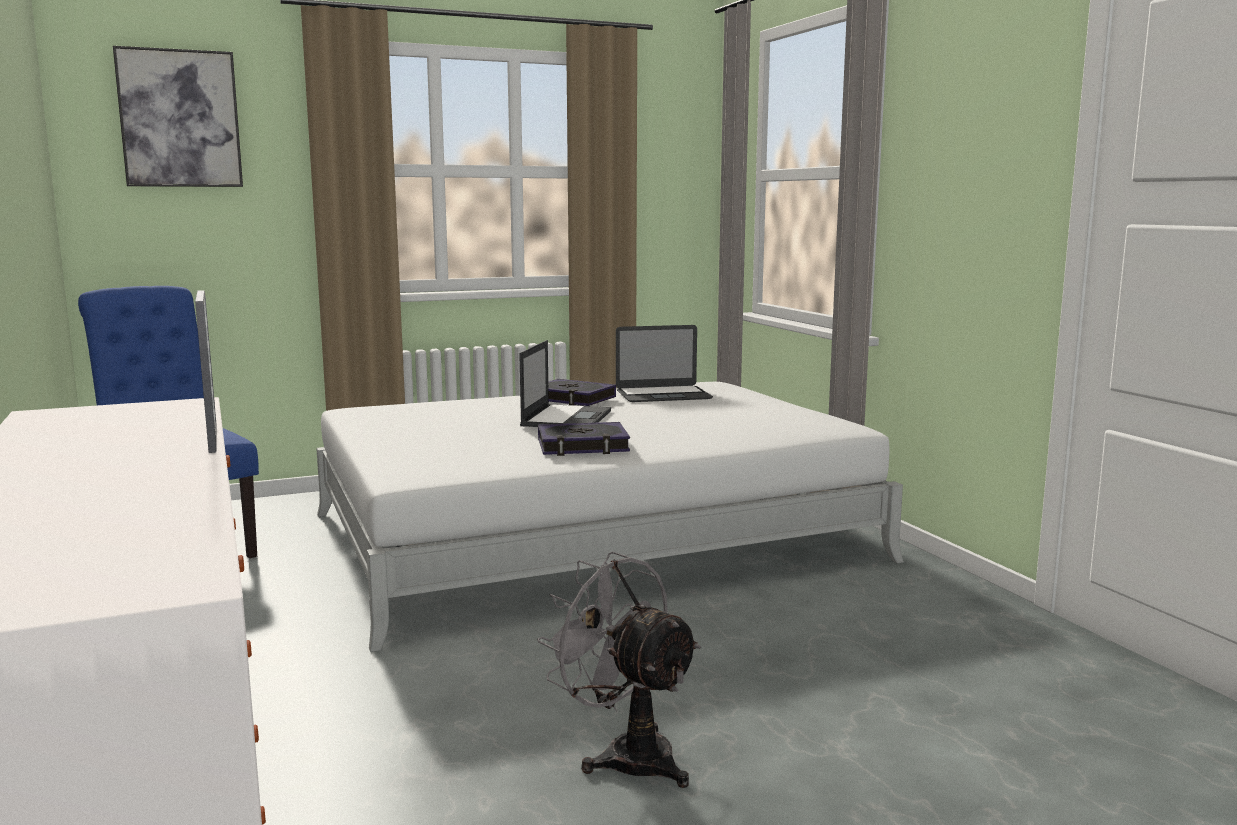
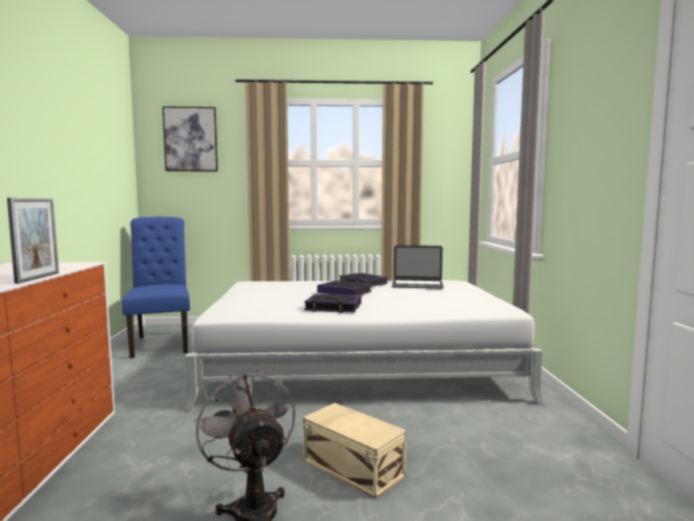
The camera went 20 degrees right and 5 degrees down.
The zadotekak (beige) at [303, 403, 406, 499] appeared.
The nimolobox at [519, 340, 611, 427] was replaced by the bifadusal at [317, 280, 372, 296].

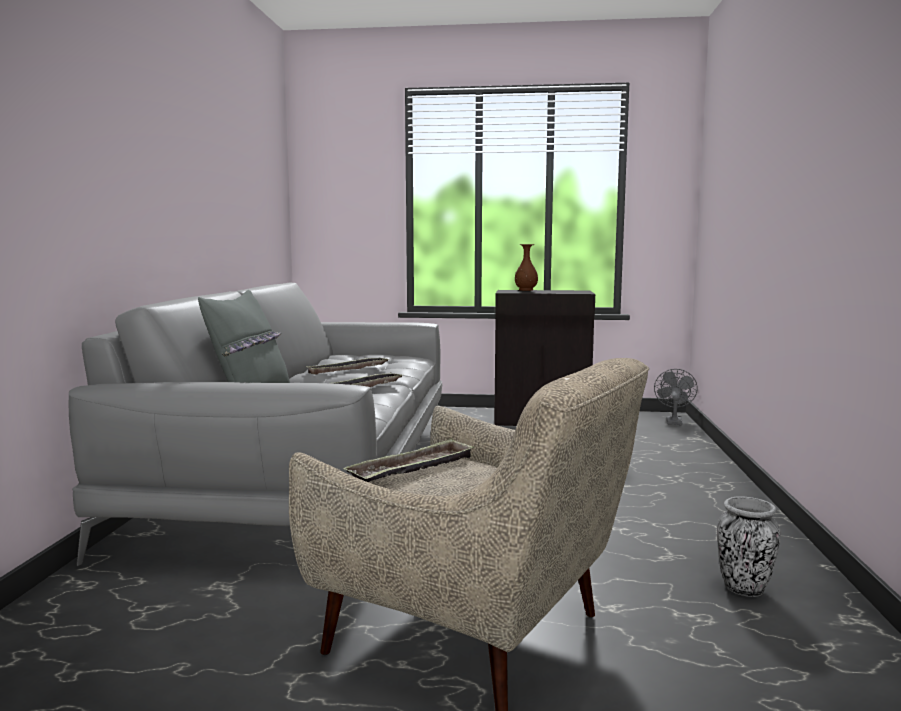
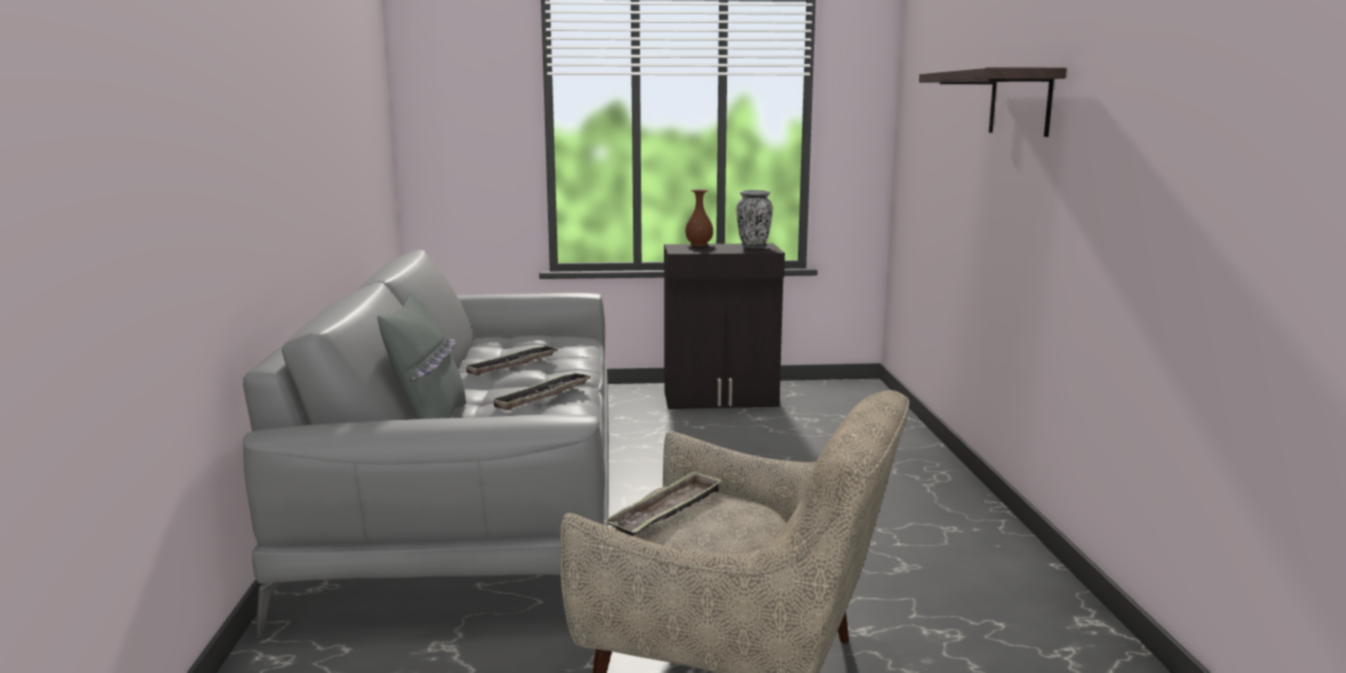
The camera went 10 degrees left and 5 degrees up.
The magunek moved from [717, 496, 780, 597] to [736, 190, 773, 248].
The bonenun at [919, 67, 1067, 137] appeared.
The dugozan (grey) at [654, 369, 698, 425] disappeared.

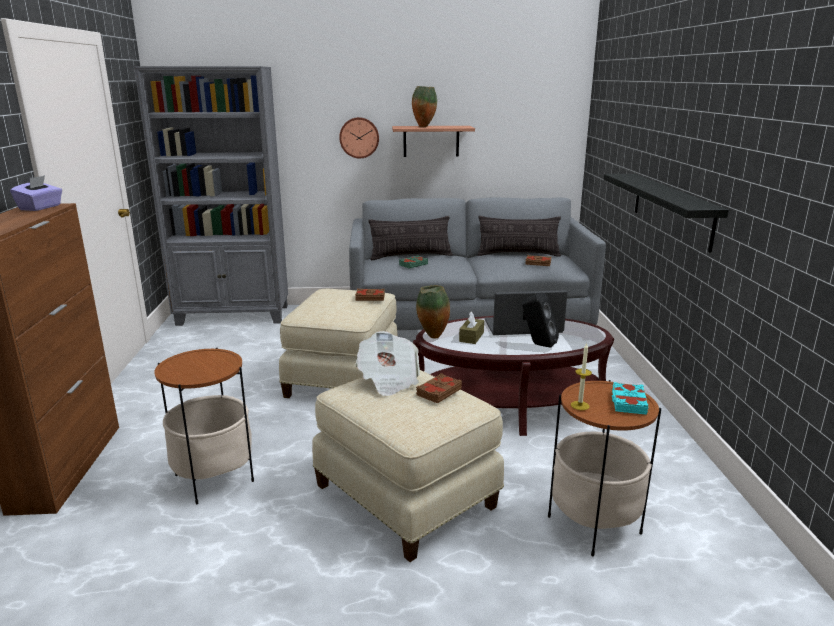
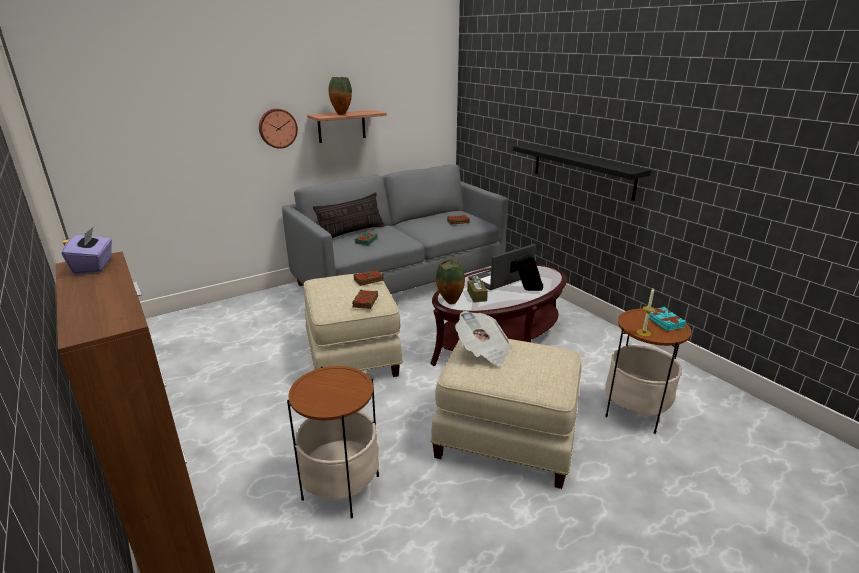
The camera went 30 degrees left and 5 degrees up.
The bifadusal (brown) moved from [416, 373, 462, 404] to [352, 290, 378, 309].
The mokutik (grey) at [134, 66, 288, 326] disappeared.
The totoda at [477, 216, 561, 256] disappeared.

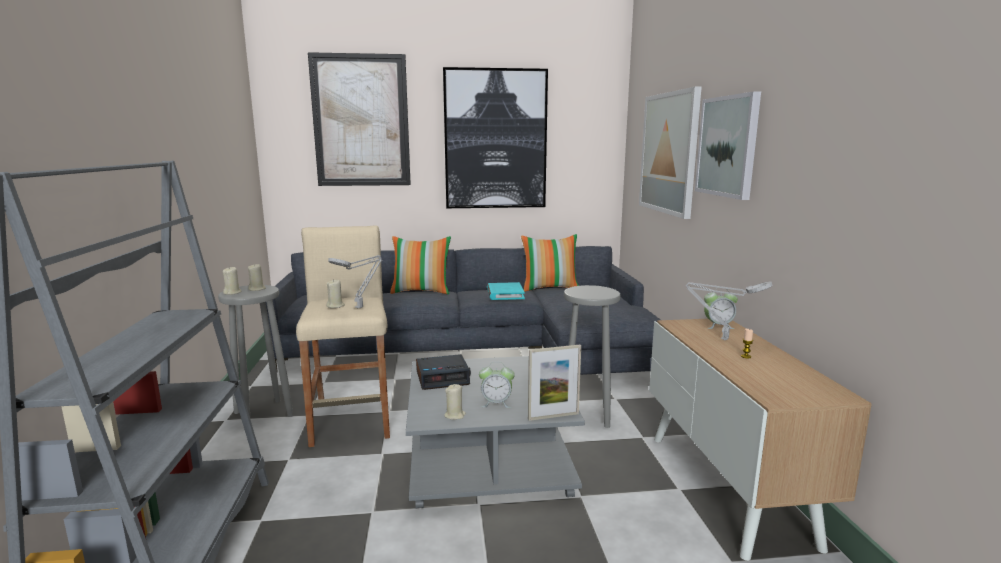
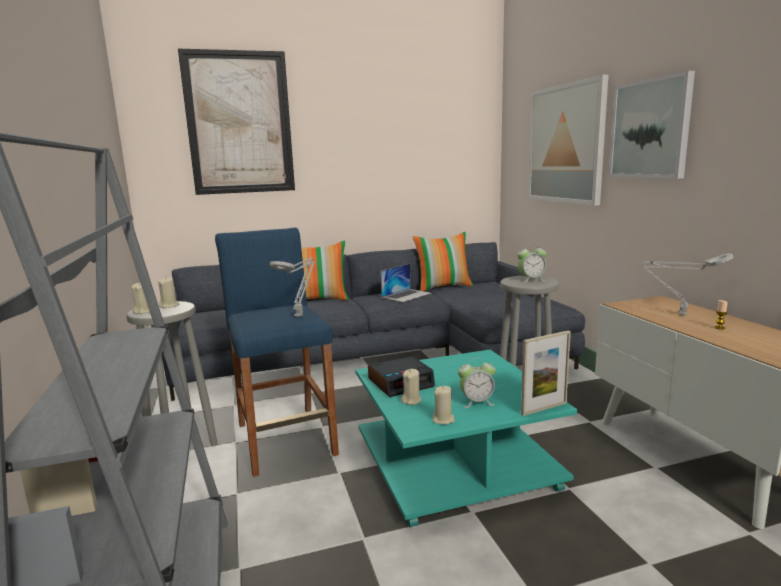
The camera went 10 degrees left and 0 degrees up.
The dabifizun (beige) at [296, 225, 390, 447] became the dabifizun (blue) at [215, 227, 339, 477].
The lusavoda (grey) at [406, 356, 585, 509] became the lusavoda (turquoise) at [355, 350, 578, 527].
The bifadusal (turquoise) at [487, 282, 525, 300] was replaced by the nimolobox at [380, 264, 431, 302].
The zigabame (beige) moved from [327, 279, 345, 308] to [401, 369, 421, 405].
The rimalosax moved from [704, 288, 738, 329] to [517, 244, 547, 283].
The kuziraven at [443, 67, 548, 208] disappeared.

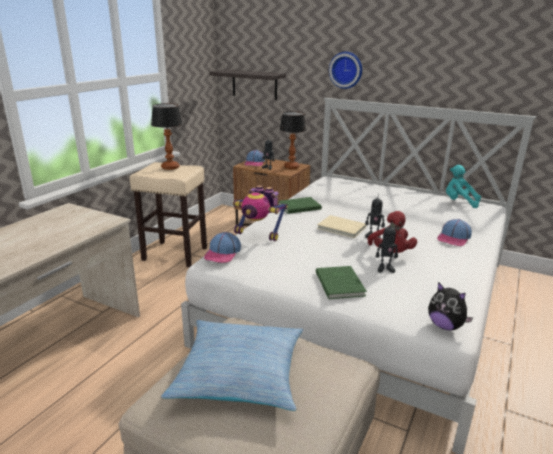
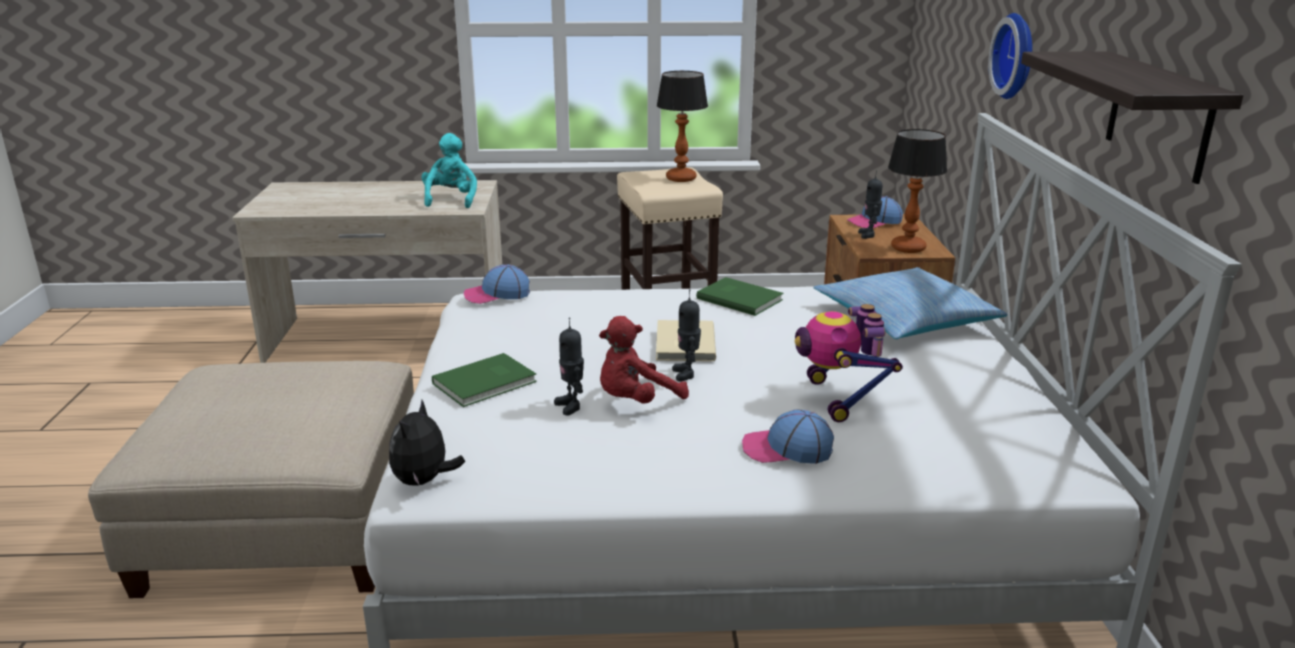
The camera went 60 degrees right and 0 degrees up.
The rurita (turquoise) moved from [446, 165, 481, 208] to [421, 133, 477, 208].
The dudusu moved from [233, 185, 288, 241] to [795, 304, 903, 422].
The totoda moved from [161, 320, 303, 411] to [813, 267, 1007, 339].
The bonenun moved from [210, 70, 286, 100] to [1021, 51, 1243, 184].

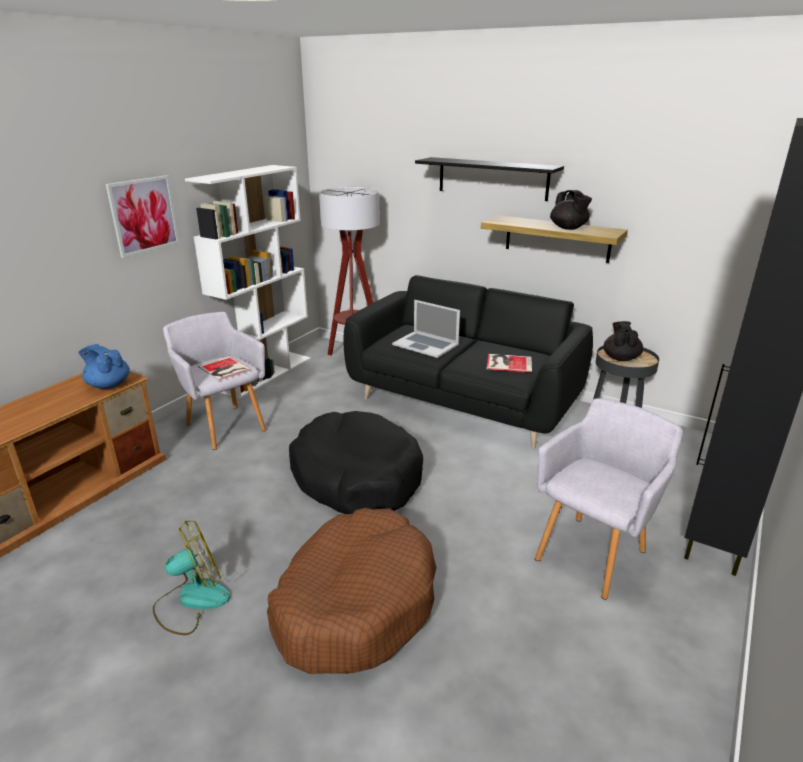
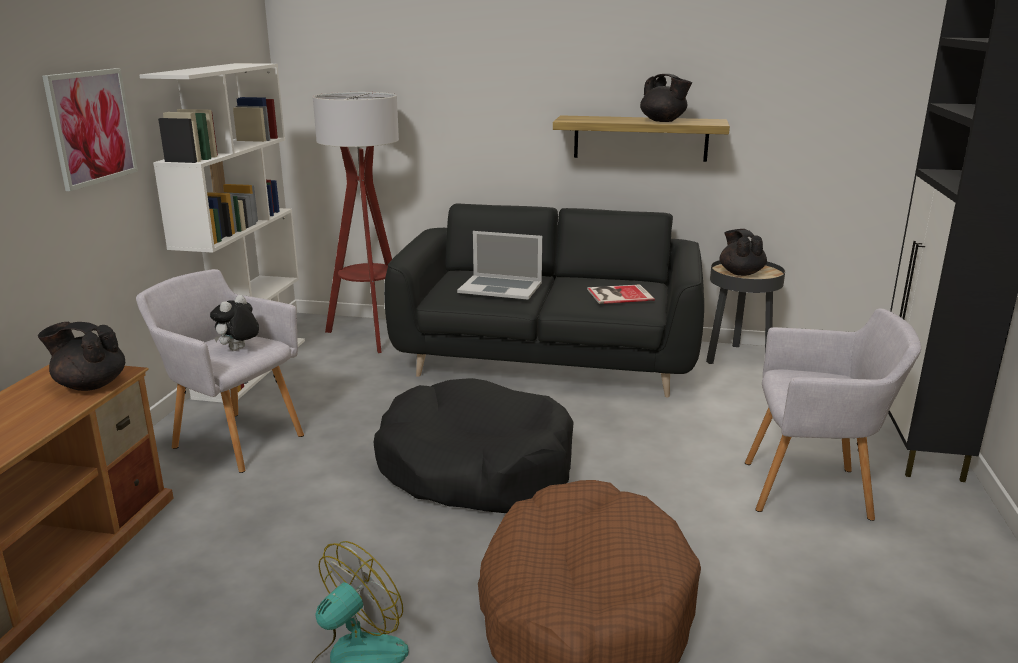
The camera went 20 degrees left and 5 degrees down.
The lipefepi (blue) at [78, 344, 130, 389] became the lipefepi (black) at [38, 322, 125, 391].
The bifadusal at [198, 356, 251, 381] was replaced by the rurita at [210, 295, 259, 351].
The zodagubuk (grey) at [535, 398, 683, 599] turned 75 degrees clockwise.
The bonenun (black) at [415, 157, 564, 201] disappeared.

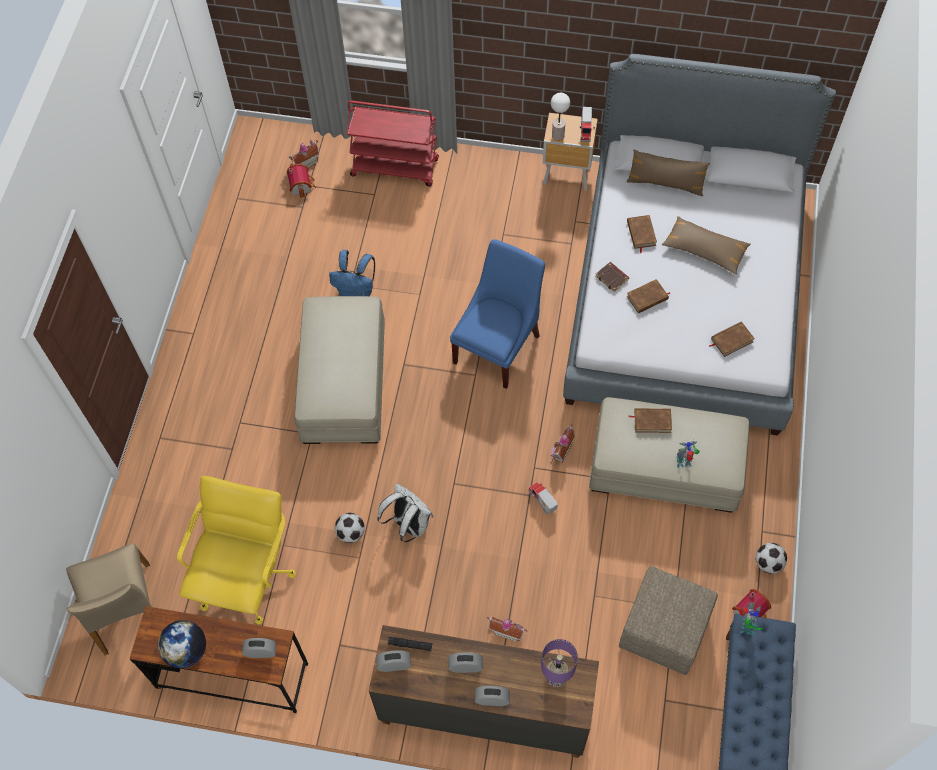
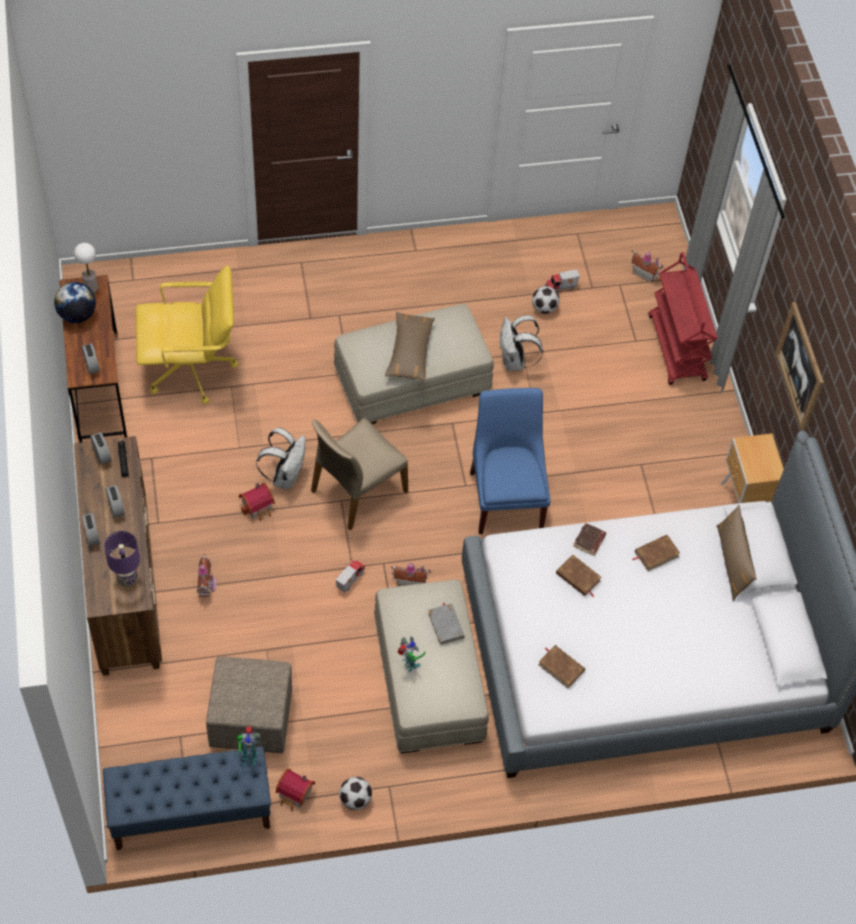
The camera went 65 degrees right and 5 degrees down.
The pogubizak moved from [551, 93, 570, 141] to [74, 243, 98, 293].
The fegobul moved from [287, 164, 316, 198] to [239, 482, 275, 522].
The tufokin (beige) moved from [66, 544, 152, 655] to [311, 418, 408, 530].
The totoda (brown) moved from [662, 216, 751, 274] to [385, 312, 435, 381].
The bifadusal (brown) at [628, 408, 672, 433] became the bifadusal (grey) at [428, 602, 464, 645].
The tufokin (blue) at [450, 239, 545, 389] turned 105 degrees counterclockwise.
The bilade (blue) at [329, 250, 375, 296] became the bilade (white) at [500, 315, 543, 371].
The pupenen moved from [335, 513, 365, 543] to [532, 286, 560, 314].
The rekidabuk moved from [580, 107, 595, 142] to [545, 269, 580, 290].
The kuziraven at [775, 302, 824, 431] appeared.

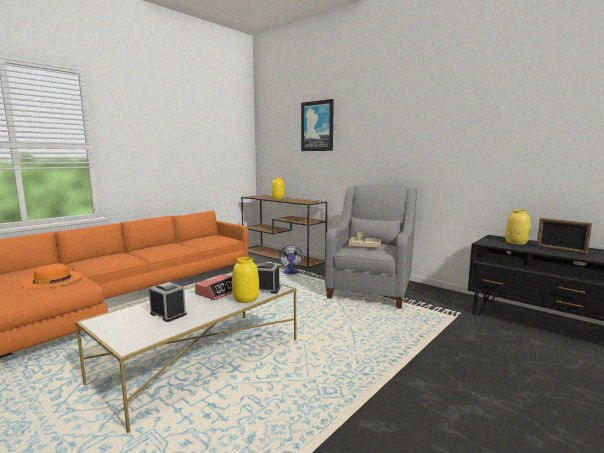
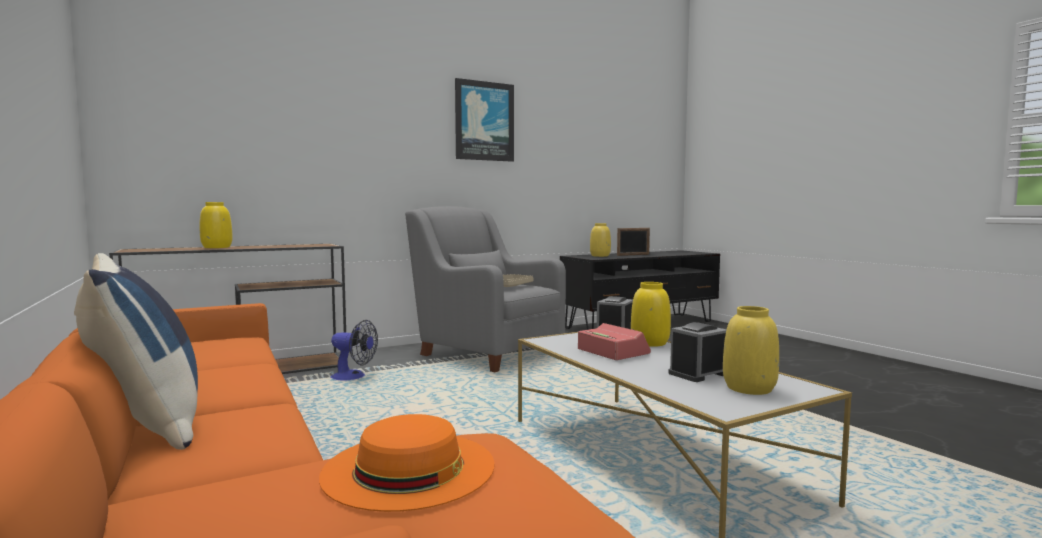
The camera went 70 degrees left and 5 degrees down.
The totoda (blue) at [74, 253, 198, 450] appeared.
The kuziraven moved from [301, 99, 334, 151] to [455, 78, 514, 162].
The magunek (yellow) at [723, 306, 779, 395] appeared.

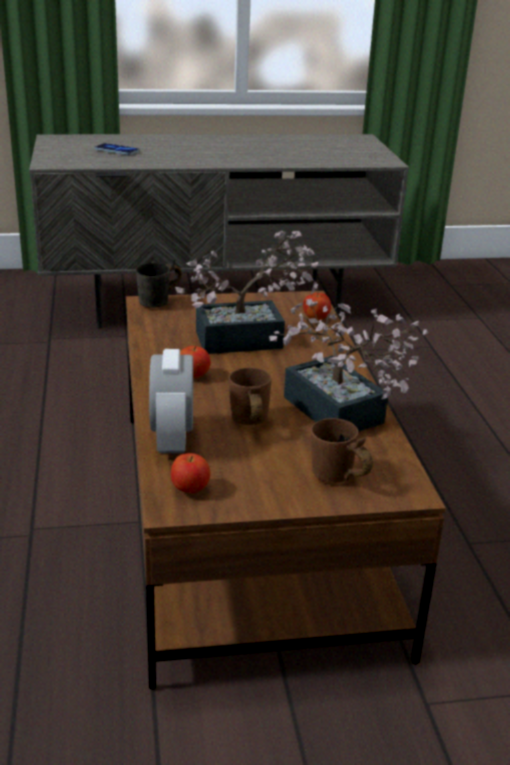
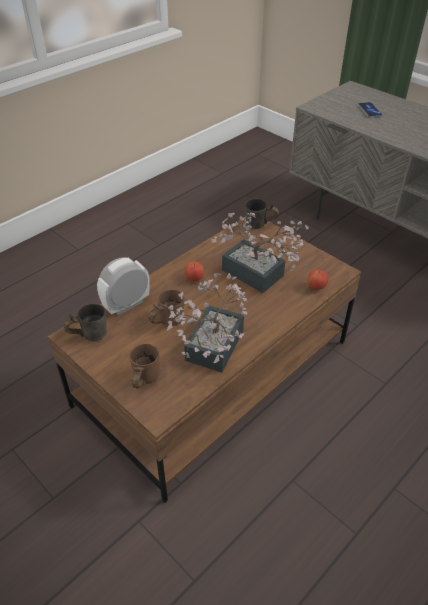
The camera went 55 degrees right and 15 degrees up.
The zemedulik at [171, 453, 210, 494] was replaced by the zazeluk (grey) at [63, 304, 107, 341].

